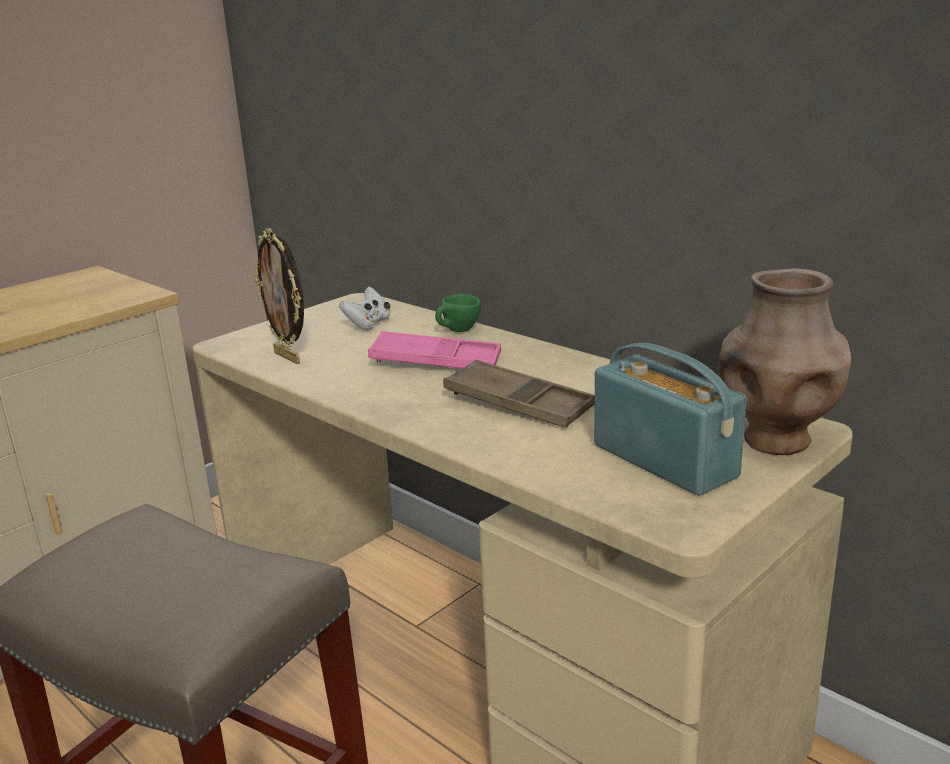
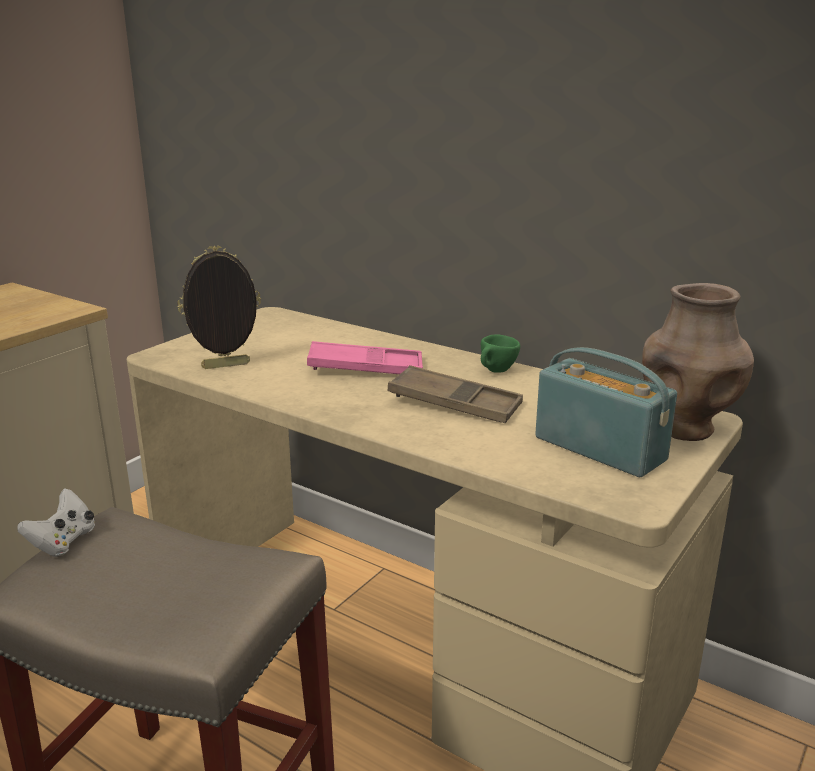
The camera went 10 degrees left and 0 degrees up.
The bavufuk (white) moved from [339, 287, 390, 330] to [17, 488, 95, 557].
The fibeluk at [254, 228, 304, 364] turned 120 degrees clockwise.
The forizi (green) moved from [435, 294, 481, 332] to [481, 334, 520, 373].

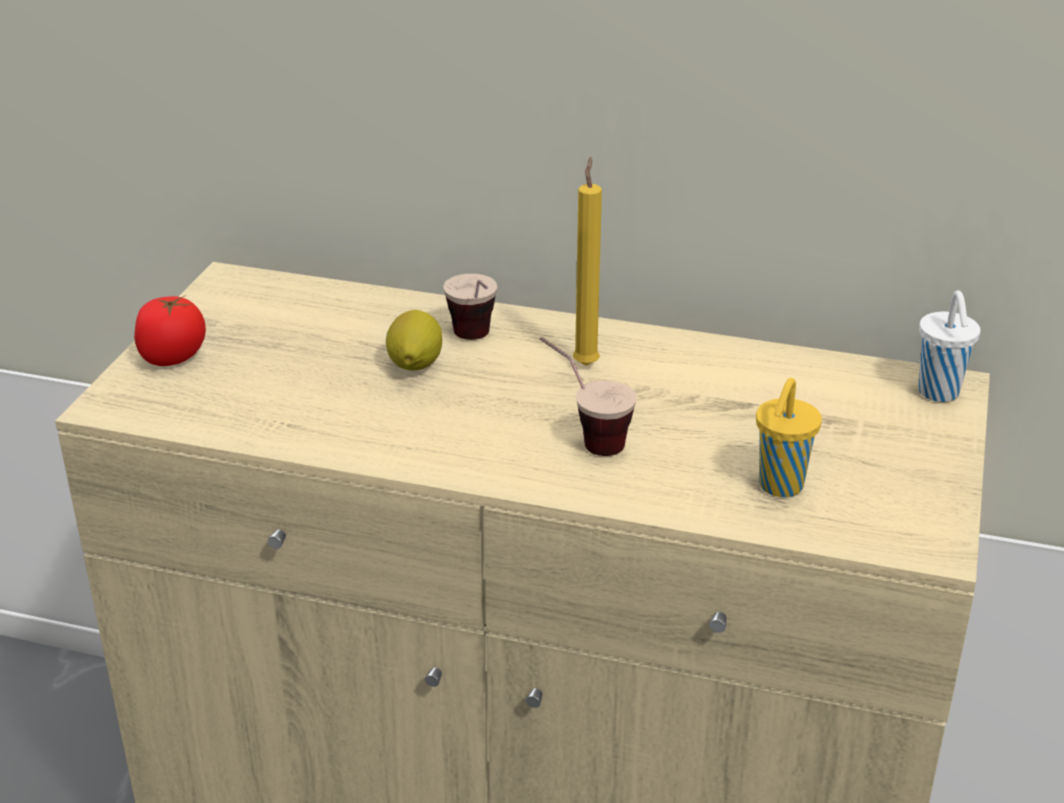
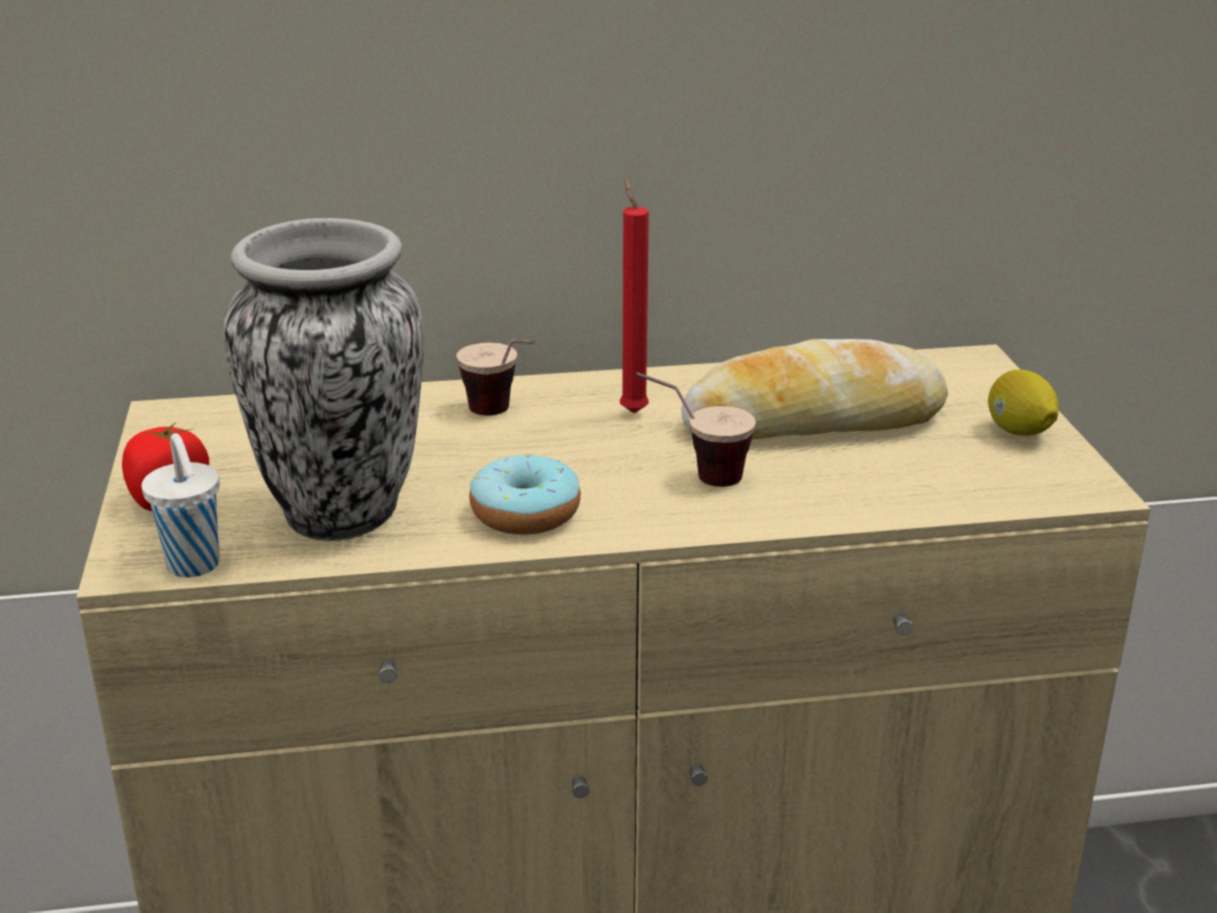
The camera went 25 degrees left and 5 degrees down.
The forizi (white) moved from [918, 290, 980, 402] to [142, 433, 220, 577].
The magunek at [224, 218, 424, 541] appeared.
The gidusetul at [469, 454, 581, 535] appeared.
The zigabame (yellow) at [573, 157, 602, 366] became the zigabame (red) at [620, 179, 649, 413].
The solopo at [681, 339, 948, 440] appeared.
The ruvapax moved from [386, 310, 442, 371] to [988, 369, 1059, 436].
The forizi (yellow) at [756, 378, 822, 497] disappeared.

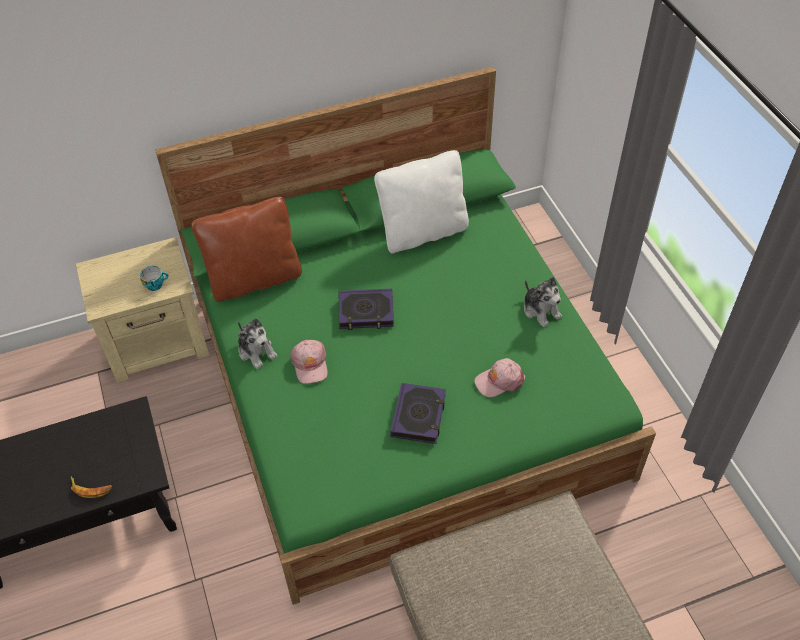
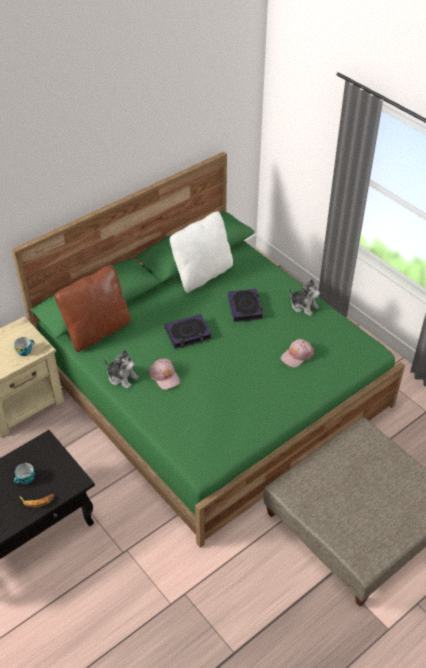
The camera went 20 degrees left and 5 degrees down.
The forizi at [14, 463, 35, 484] appeared.
The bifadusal moved from [390, 383, 446, 444] to [228, 289, 263, 322].

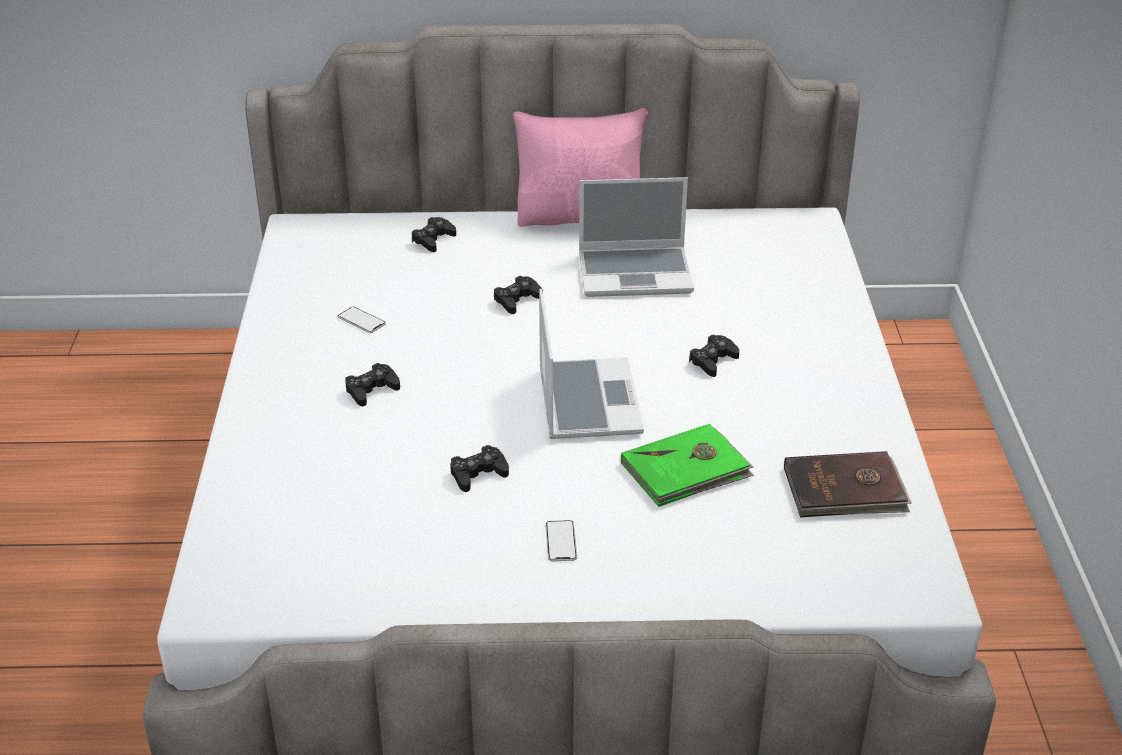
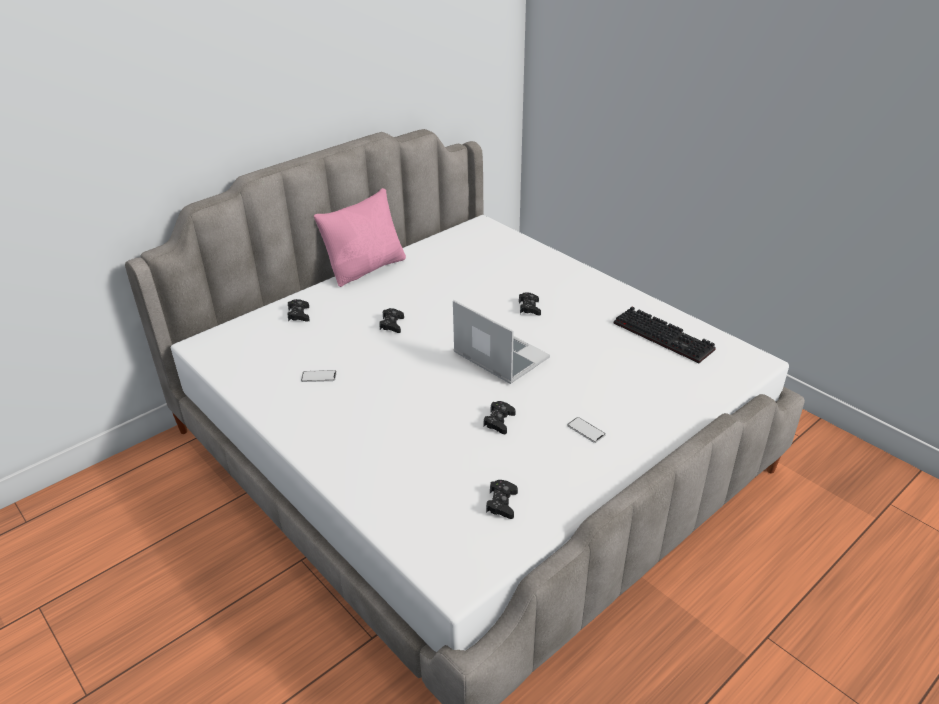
The camera went 40 degrees left and 0 degrees up.
The bavufuk (black) moved from [345, 363, 400, 406] to [486, 480, 518, 519].
The bifadusal (brown) at [784, 451, 912, 517] was replaced by the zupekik at [614, 307, 716, 363].
The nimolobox at [579, 177, 694, 297] disappeared.
The bifadusal (green) at [621, 424, 754, 507] disappeared.

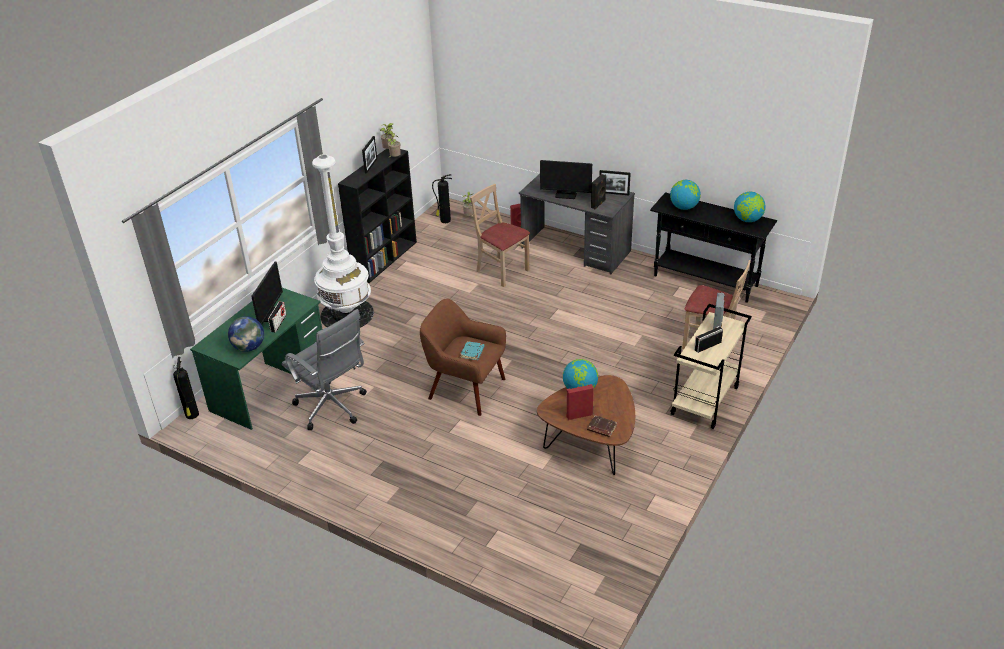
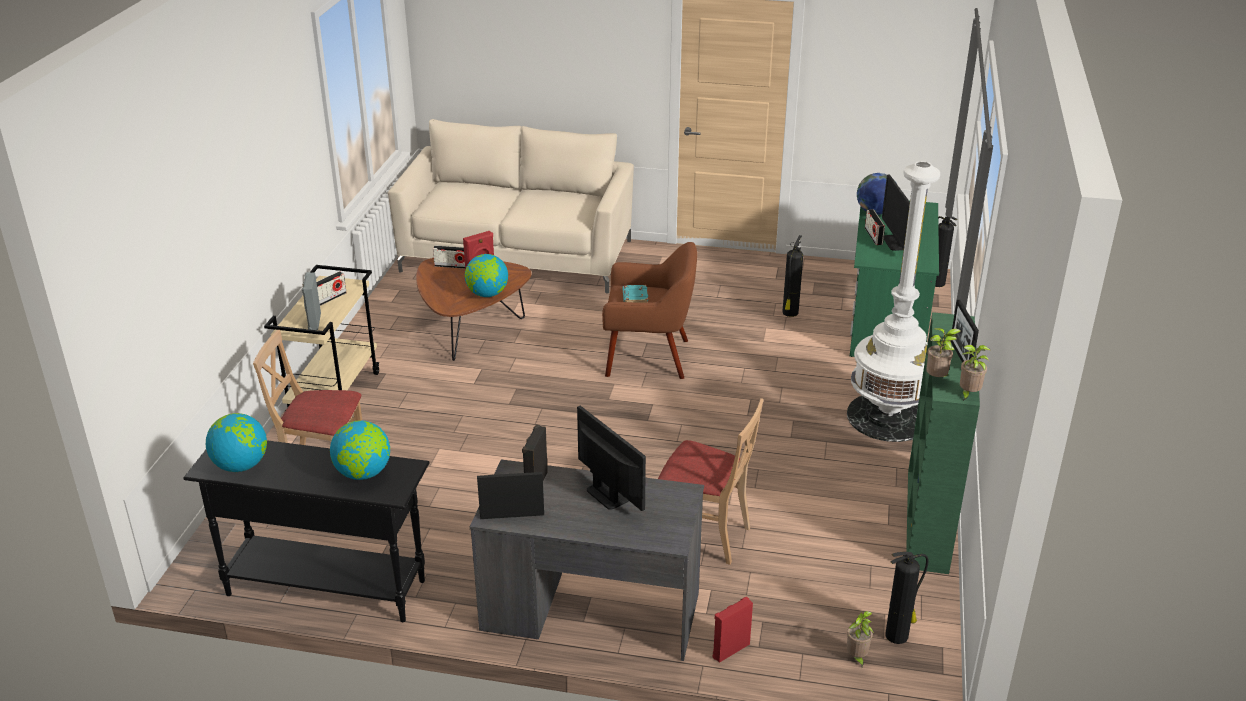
The camera went 160 degrees right and 5 degrees down.
The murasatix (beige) at [388, 119, 634, 293] appeared.
The bifadusal (brown) at [587, 415, 617, 437] was replaced by the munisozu at [433, 245, 465, 269].
The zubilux at [540, 160, 592, 199] turned 60 degrees clockwise.
The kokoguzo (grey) at [282, 309, 367, 430] was replaced by the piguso at [782, 235, 803, 317].
The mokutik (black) at [338, 149, 417, 283] became the mokutik (green) at [906, 312, 980, 574].

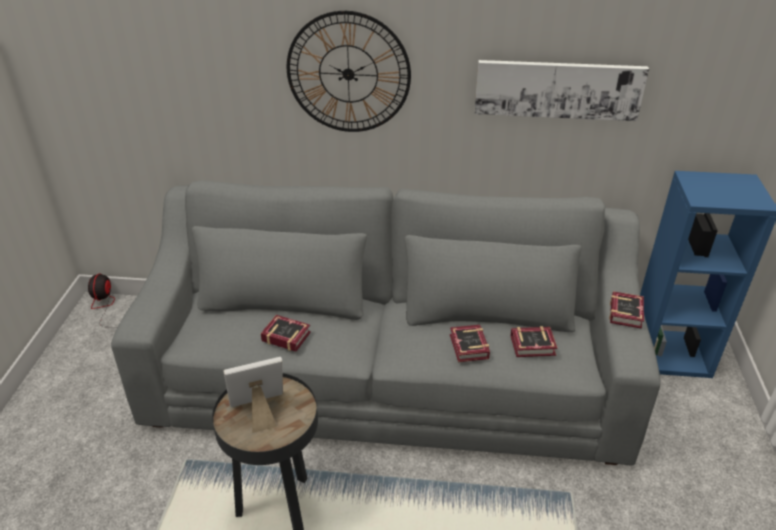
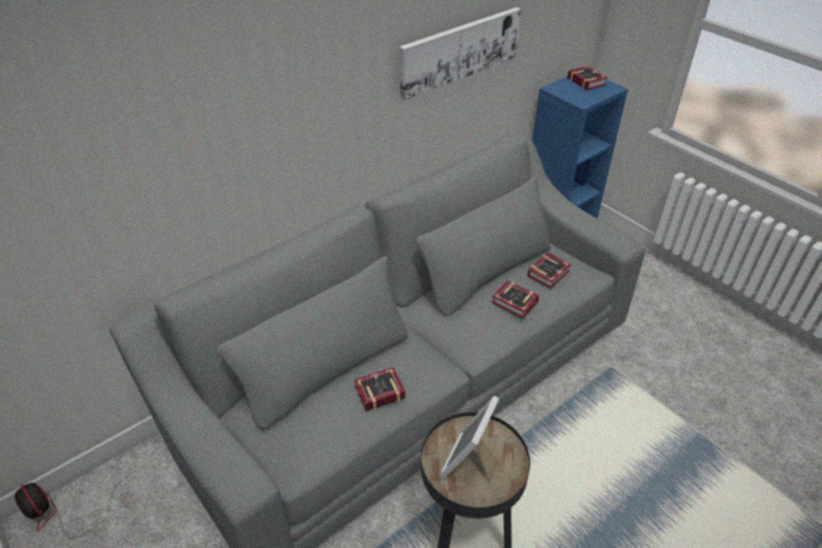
The camera went 45 degrees left and 5 degrees up.
The bifadusal moved from [609, 291, 644, 329] to [567, 66, 608, 91].
The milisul at [287, 11, 411, 132] disappeared.

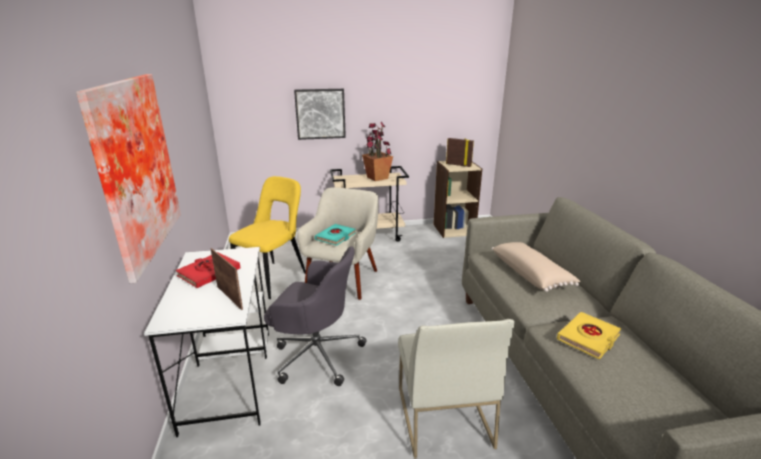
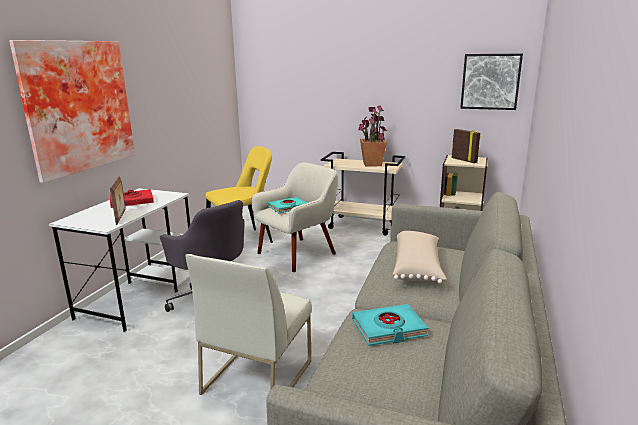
The camera went 30 degrees right and 5 degrees down.
The bifadusal (yellow) at [557, 312, 621, 360] became the bifadusal (turquoise) at [352, 304, 428, 346].
The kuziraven moved from [294, 89, 346, 140] to [460, 54, 523, 110].

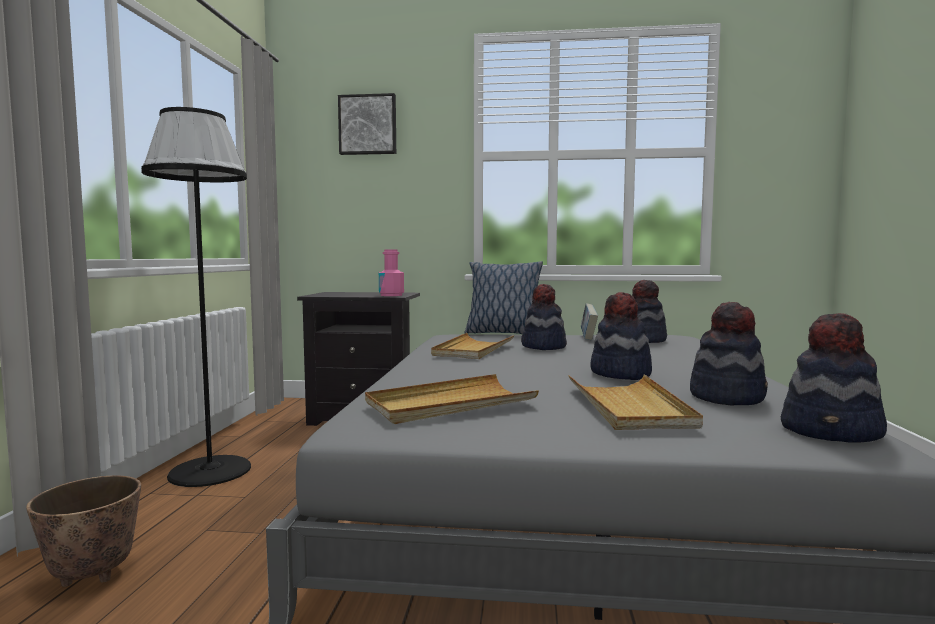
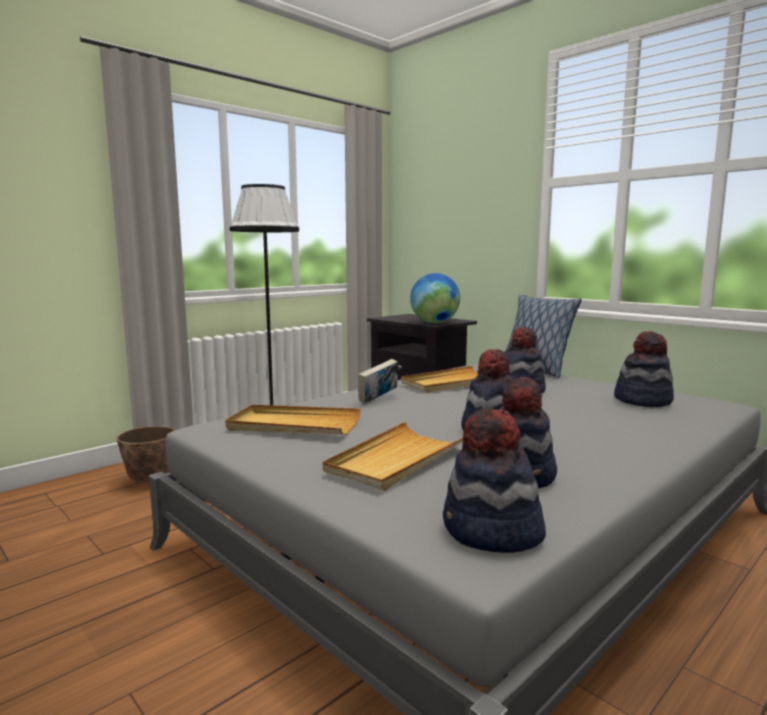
The camera went 40 degrees right and 5 degrees up.
The bifadusal moved from [581, 303, 598, 340] to [358, 359, 398, 404].
The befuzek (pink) at [379, 249, 404, 296] was replaced by the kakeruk at [410, 273, 460, 323].
The kuziraven at [338, 93, 396, 155] disappeared.

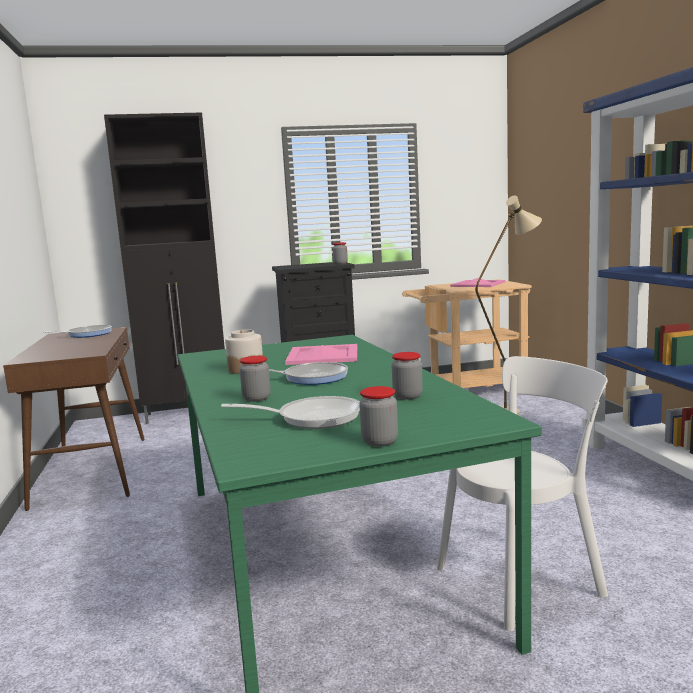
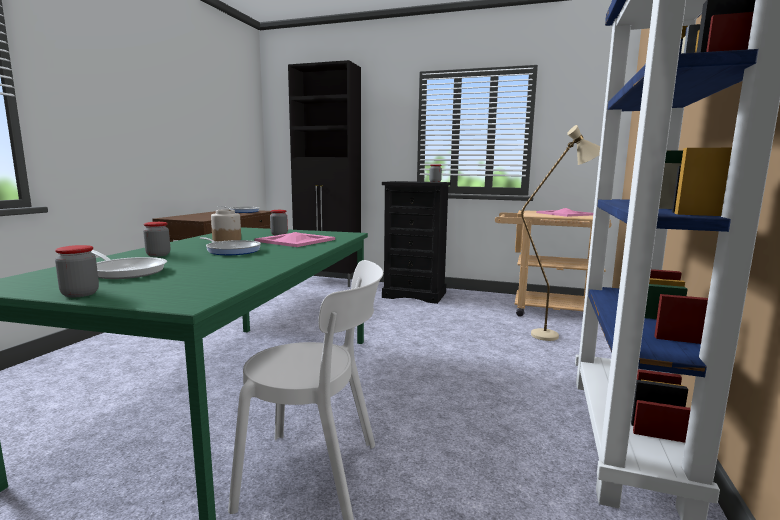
The camera went 30 degrees right and 0 degrees up.
The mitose moved from [392, 352, 423, 400] to [270, 210, 288, 235].

